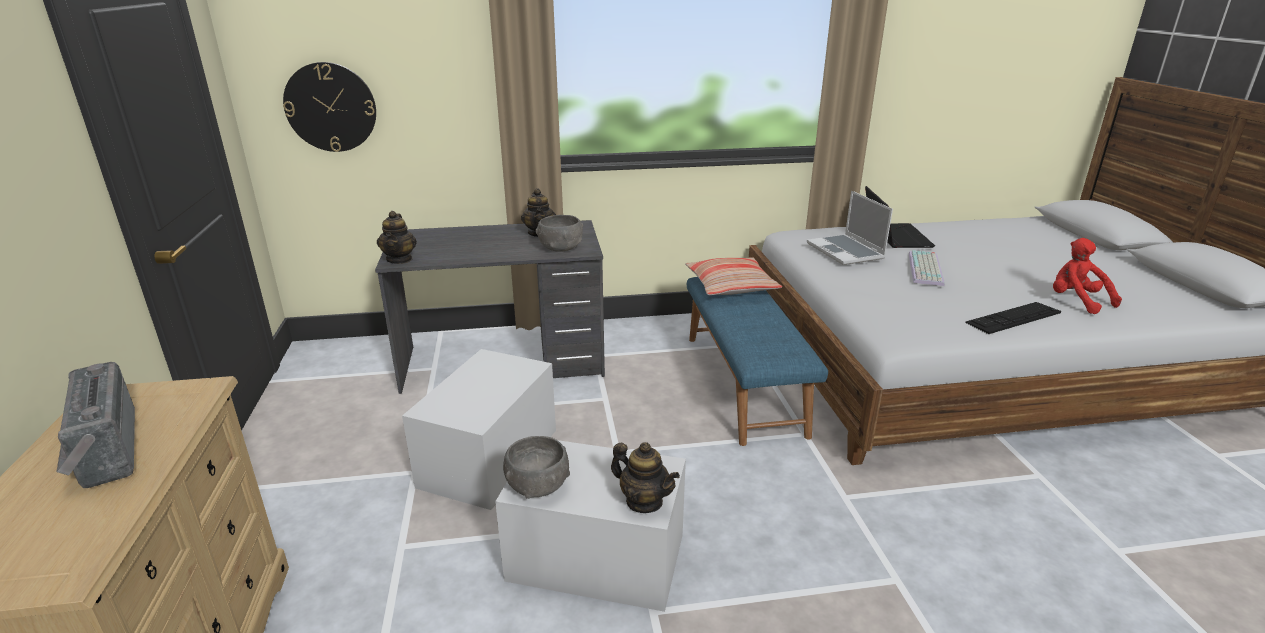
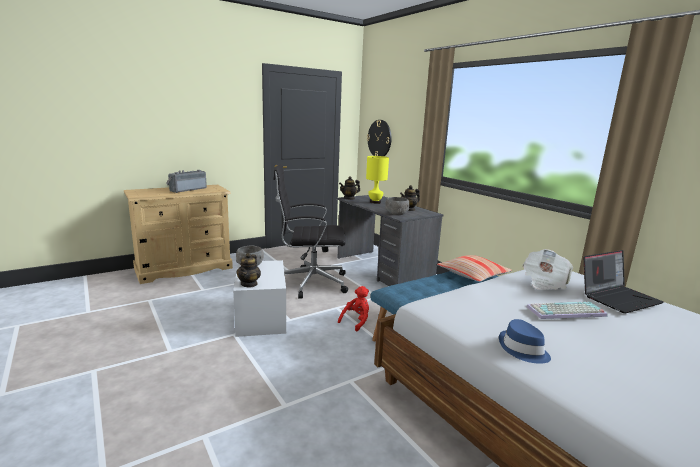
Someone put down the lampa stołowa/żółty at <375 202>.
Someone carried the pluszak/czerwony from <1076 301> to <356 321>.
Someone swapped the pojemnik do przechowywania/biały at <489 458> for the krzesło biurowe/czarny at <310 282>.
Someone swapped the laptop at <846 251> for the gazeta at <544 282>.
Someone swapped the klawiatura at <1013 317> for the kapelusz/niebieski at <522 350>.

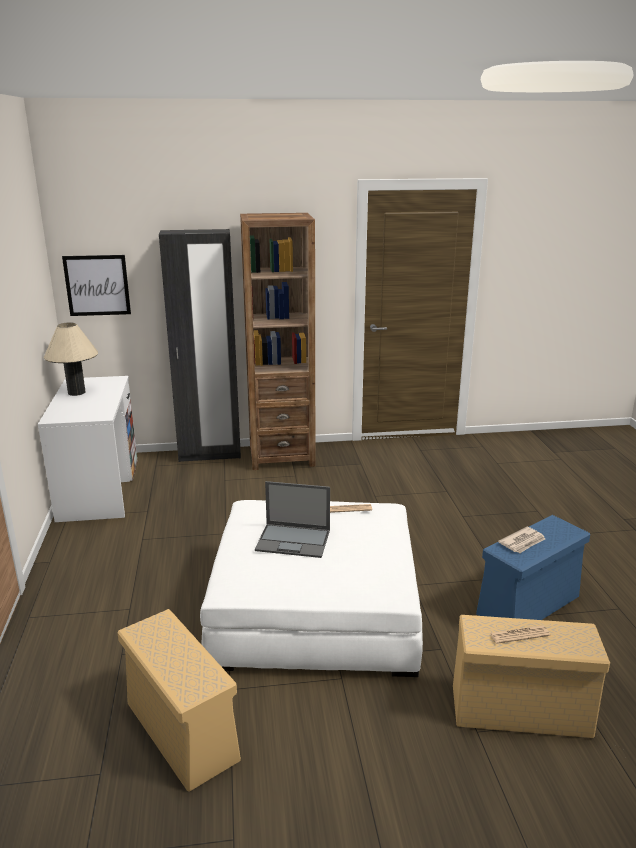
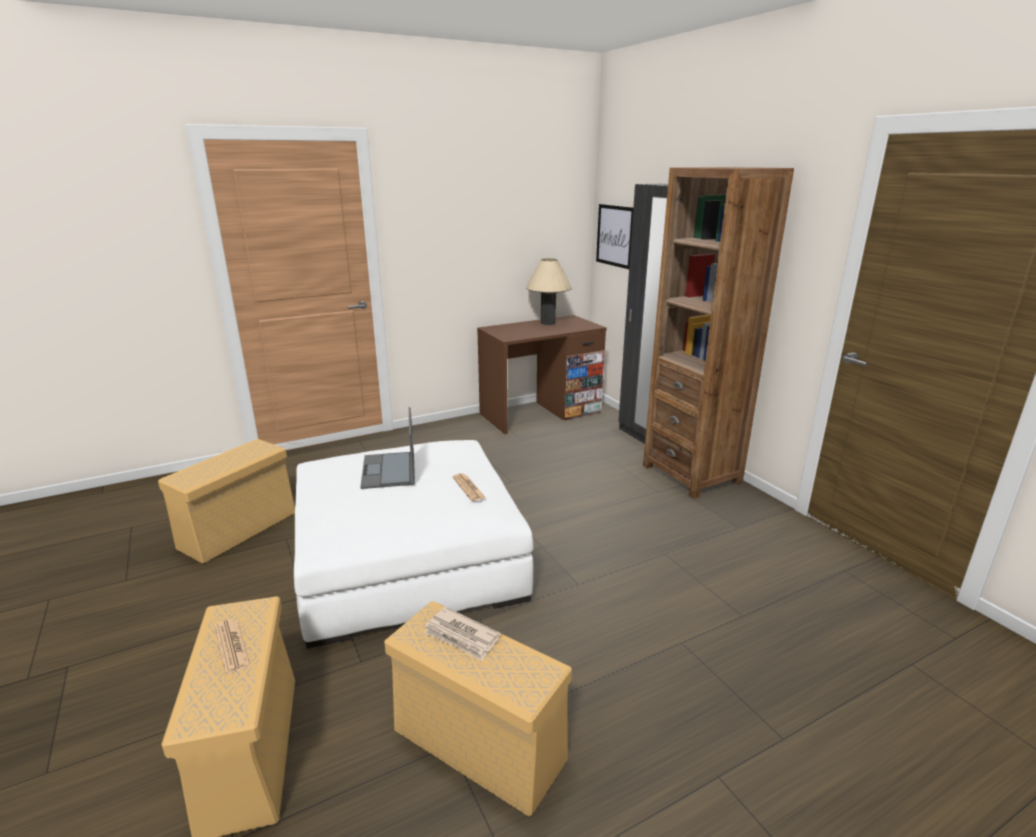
Someone repainted the biurko/biały at <99 489>, which became the biurko/brązowy at <540 413>.
Someone repainted the pojemnik do przechowywania/niebieski at <529 604>, which became the pojemnik do przechowywania/beżowy at <481 745>.

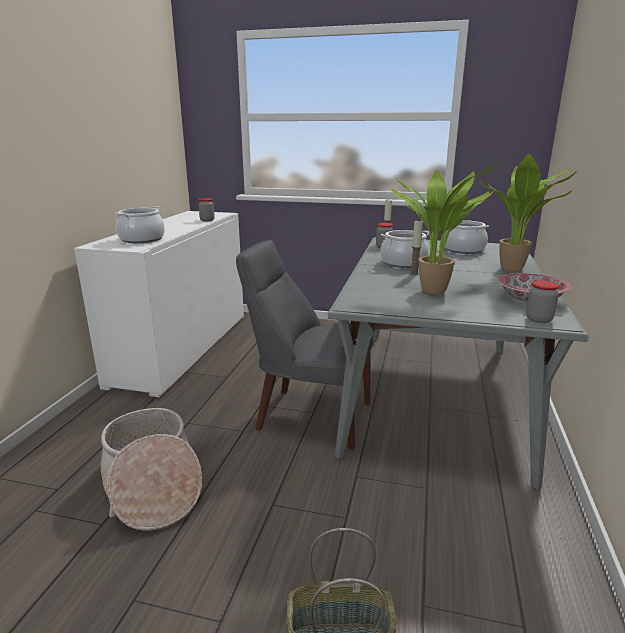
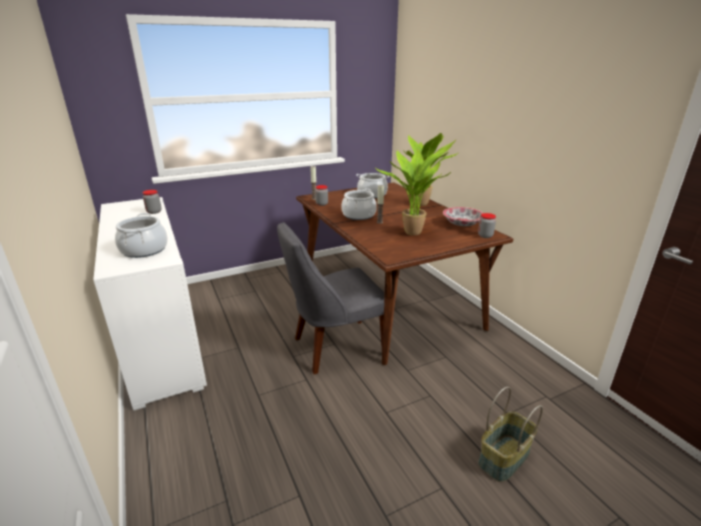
Someone took away the koszyk at <152 486>.
Someone repainted the stół jadalny/szary at <433 393>, which became the stół jadalny/brązowy at <386 298>.

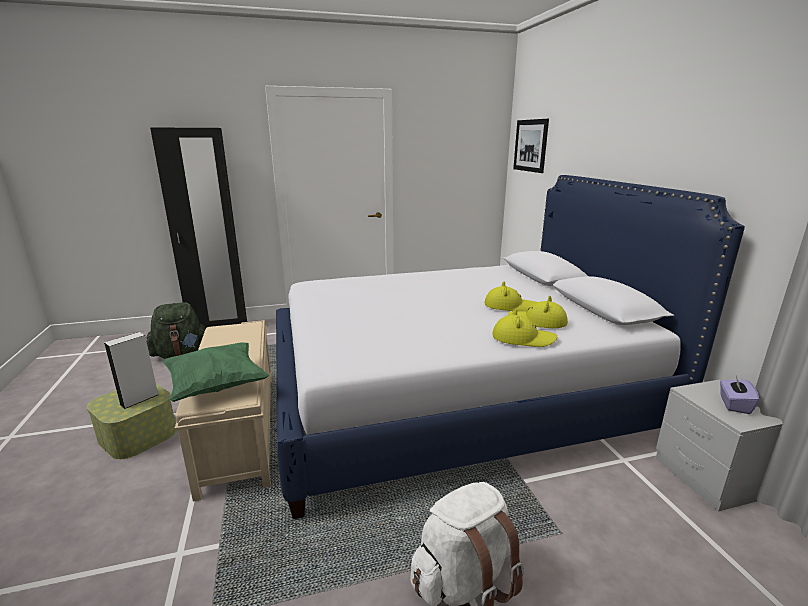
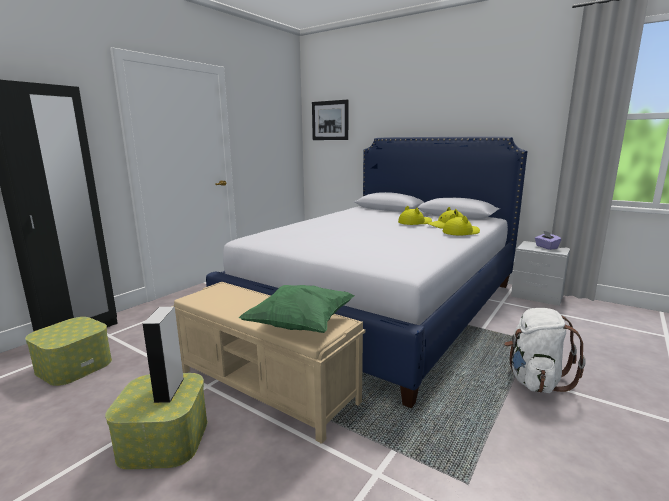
Someone swapped the plecak/zielony at <182 354> for the pojemnik do przechowywania at <74 366>.

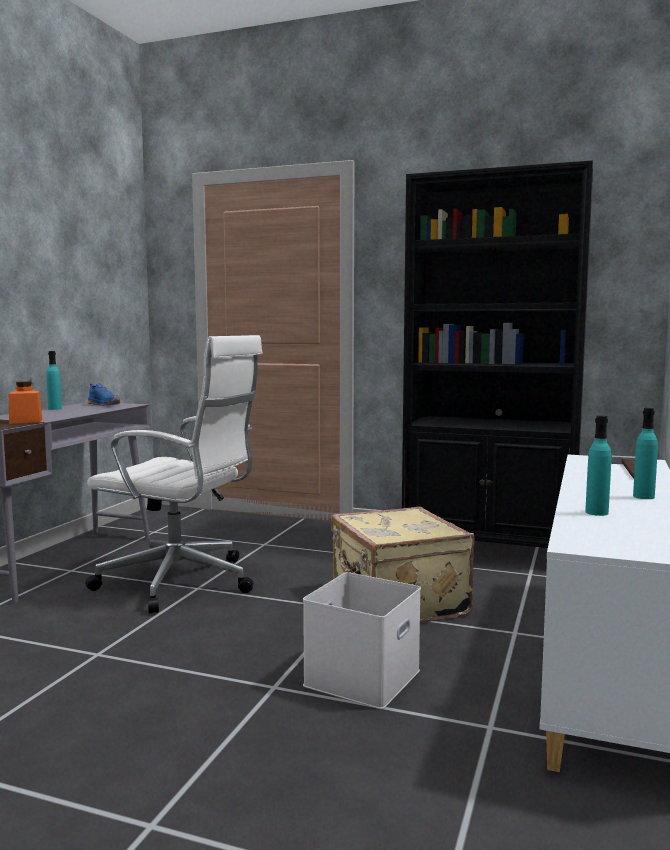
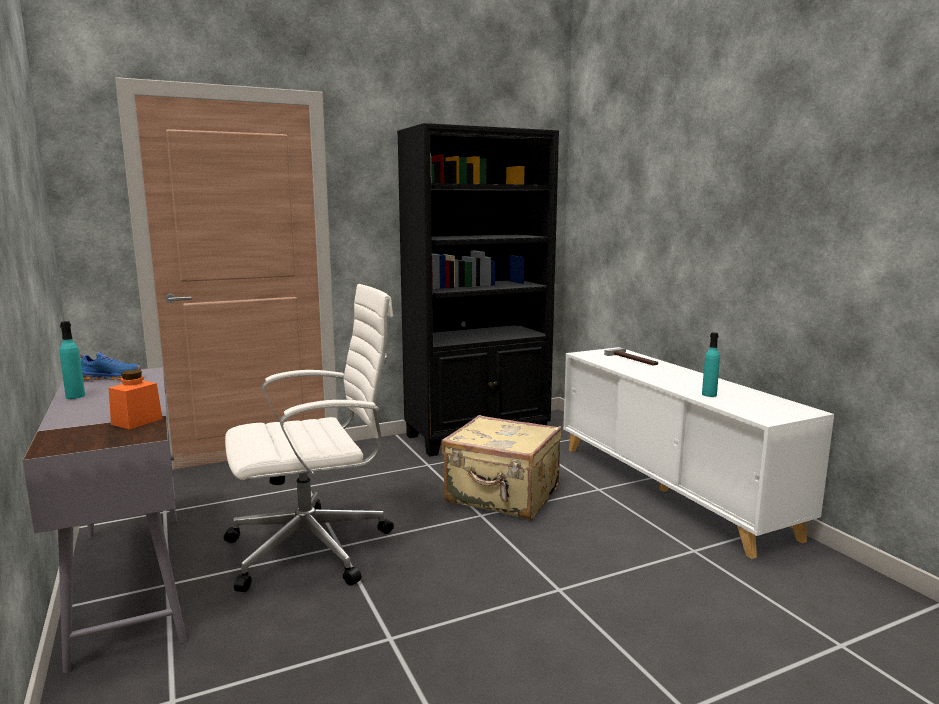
Someone took away the pojemnik do przechowywania/biały at <363 679>.
Someone took away the butelka/turkusowy at <643 496>.

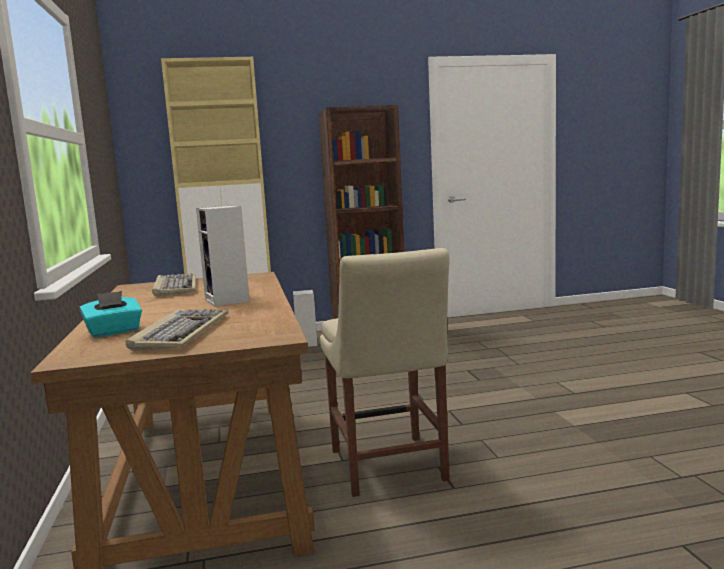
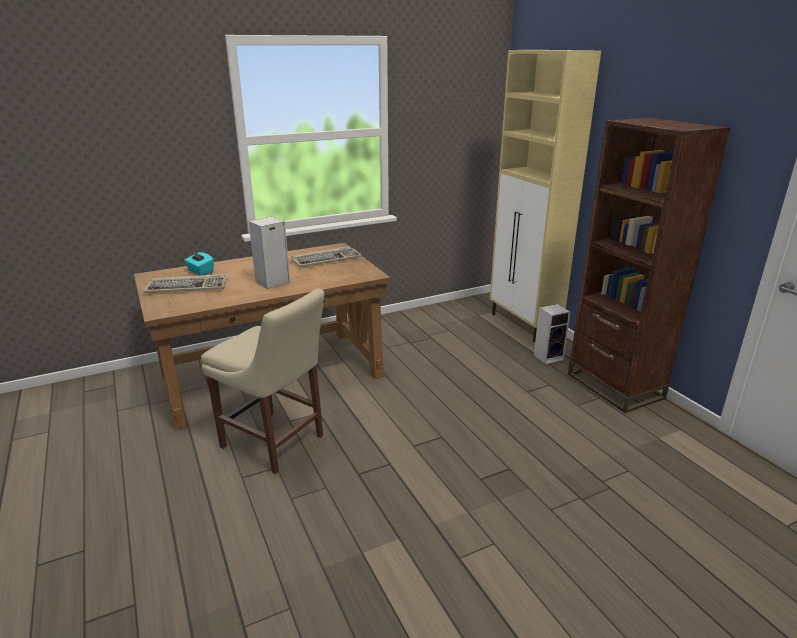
Someone rotated the krzesło/beżowy at <388 468> by 120 degrees counterclockwise.

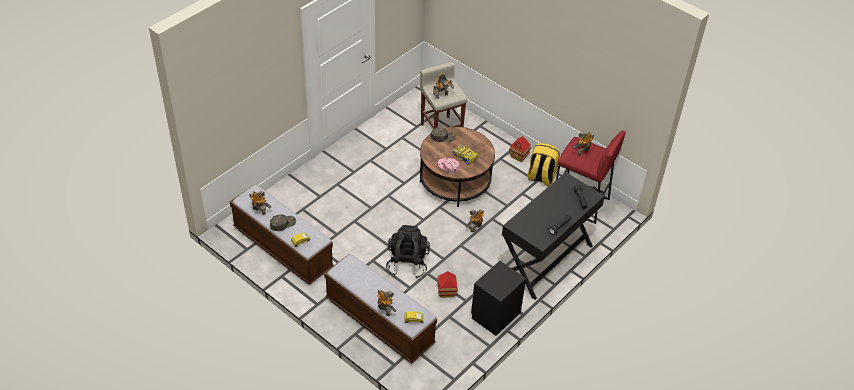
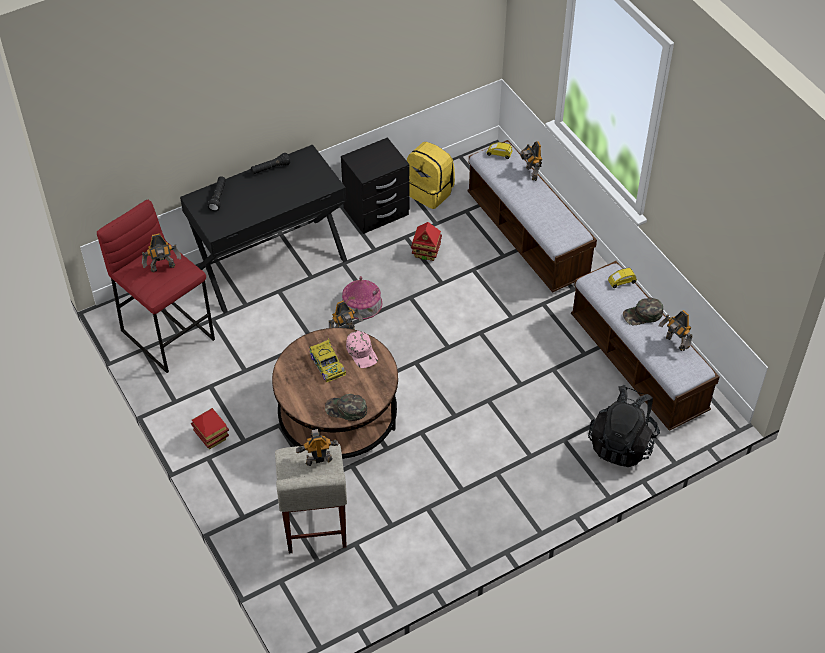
Someone put down the domek at <361 303>.
Someone carried the plecak/czarny from <407 263> to <622 443>.
Someone carried the plecak/żółty from <541 177> to <430 192>.

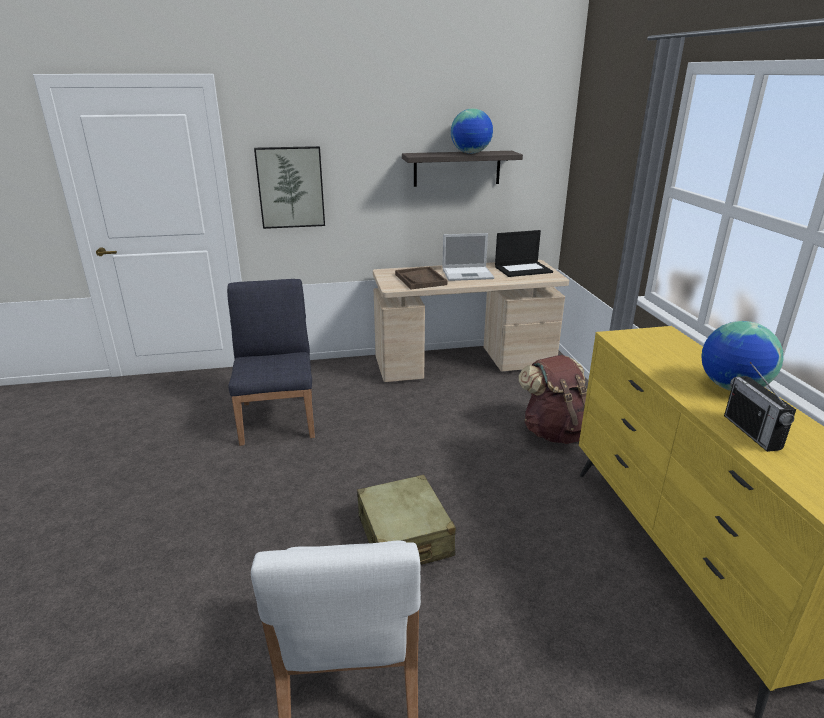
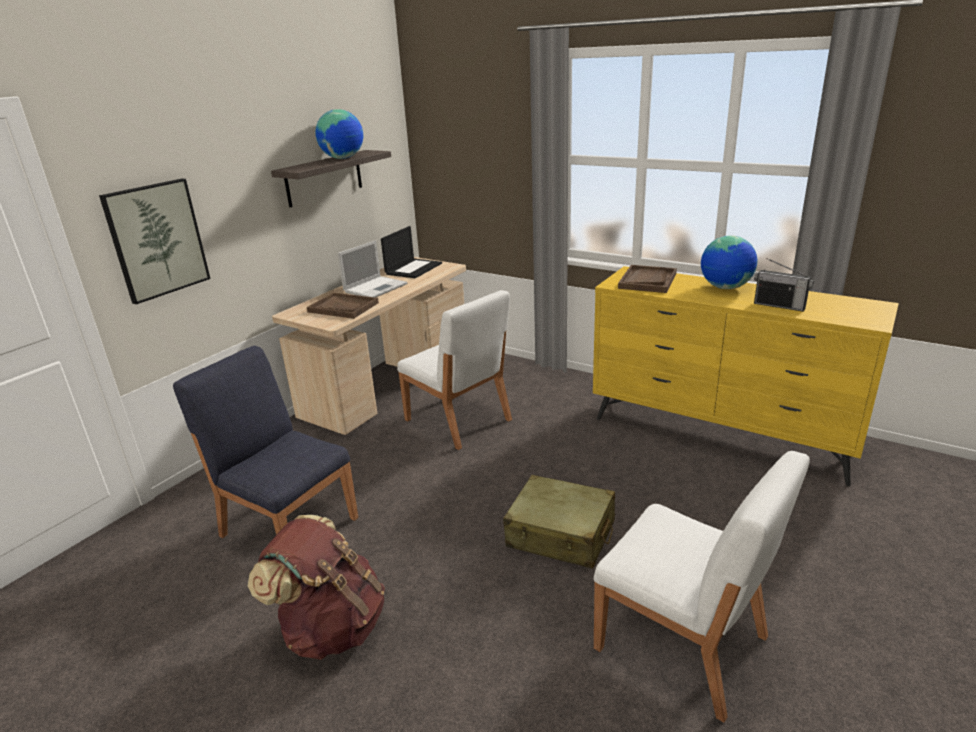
Someone put down the krzesło/biały at <458 421>.
Someone put down the taca/brązowy at <647 281>.
Someone carried the plecak/brązowy from <555 432> to <331 627>.

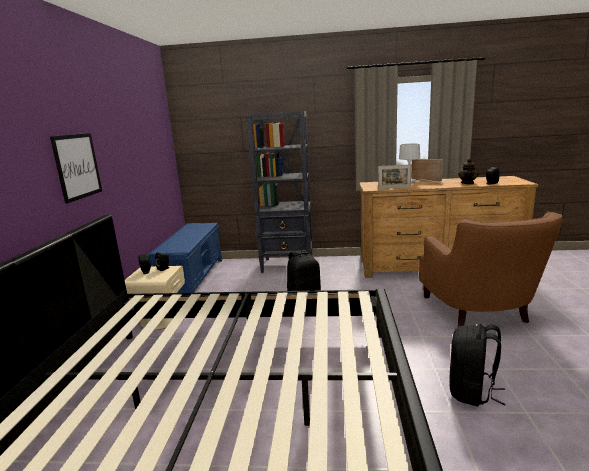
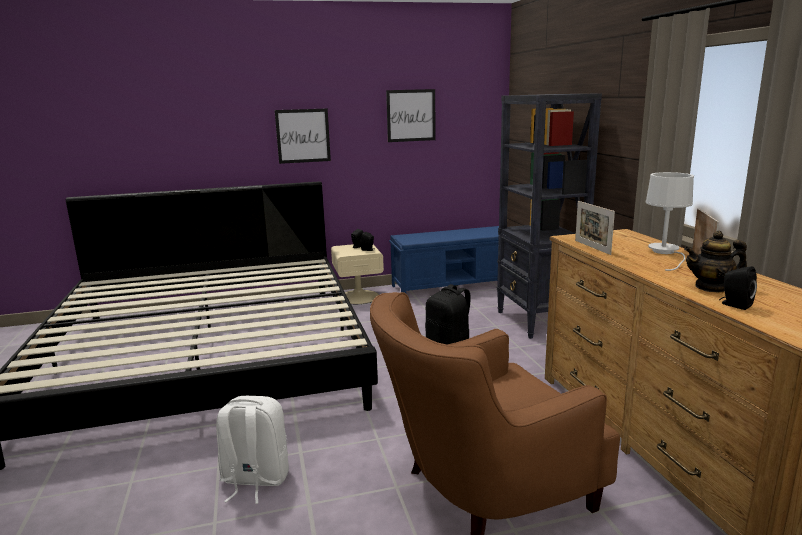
Someone put up the obraz at <411 115>.
Someone repainted the plecak/czarny at <472 392>, which became the plecak/biały at <254 480>.

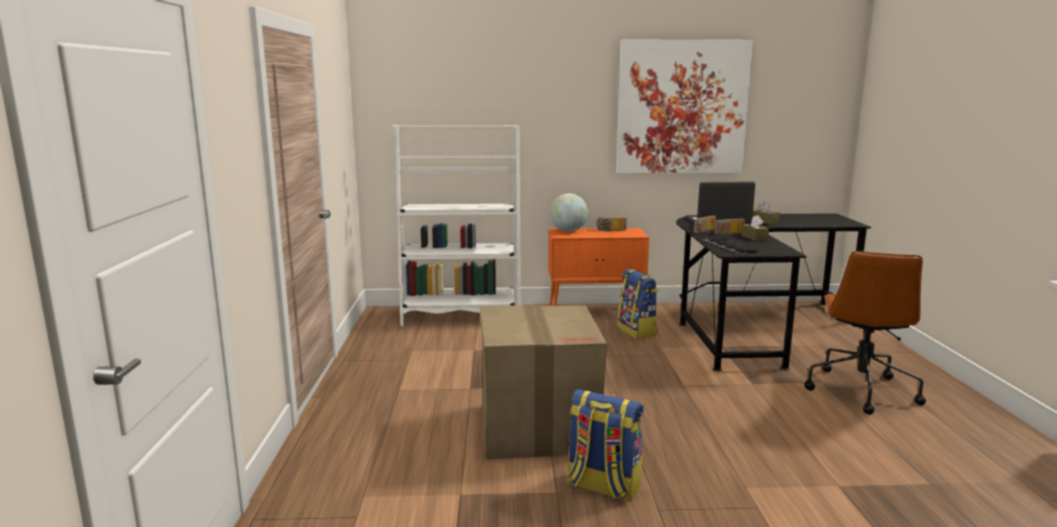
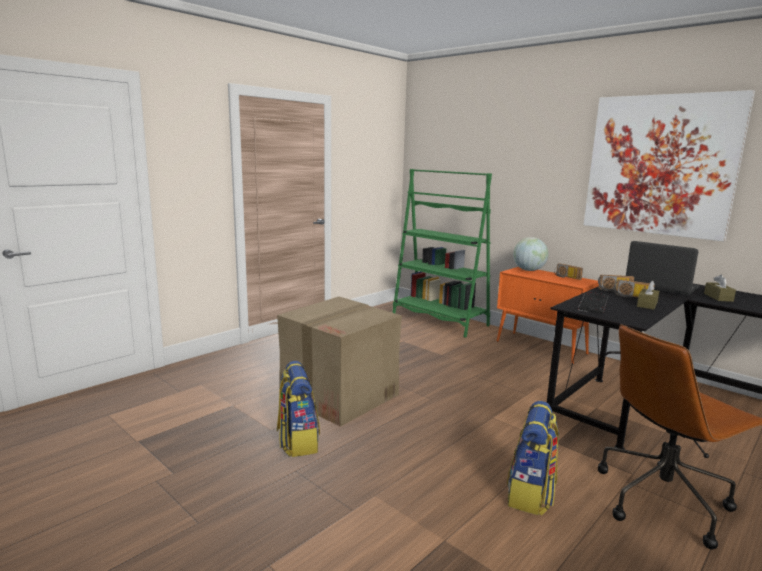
Someone carried the plecak from <637 331> to <531 495>.
Someone repainted the regał/biały at <461 316>, which became the regał/zielony at <439 320>.

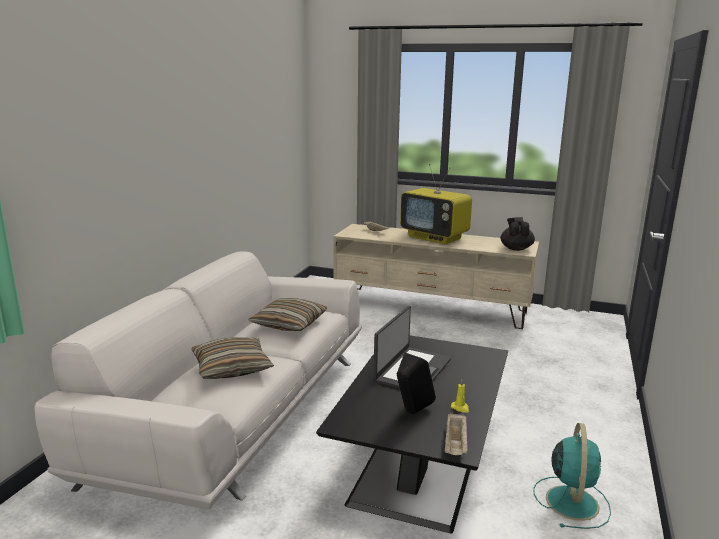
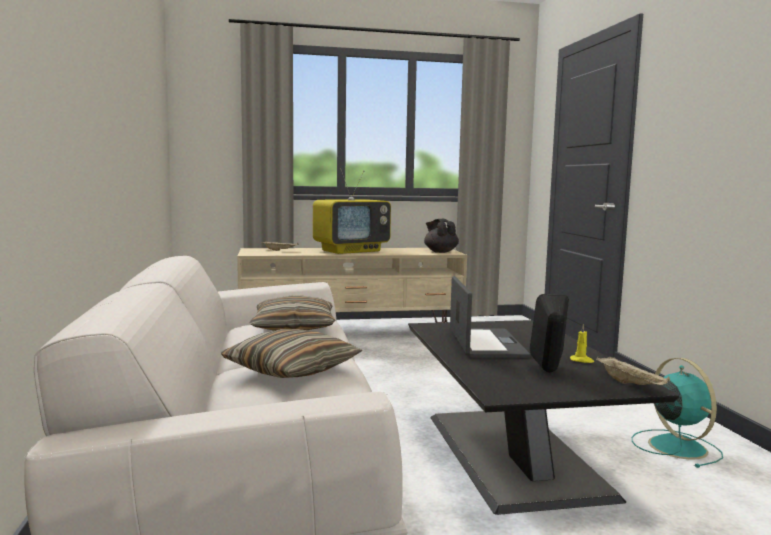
Someone rotated the telewizor at <435 237> by 45 degrees counterclockwise.

